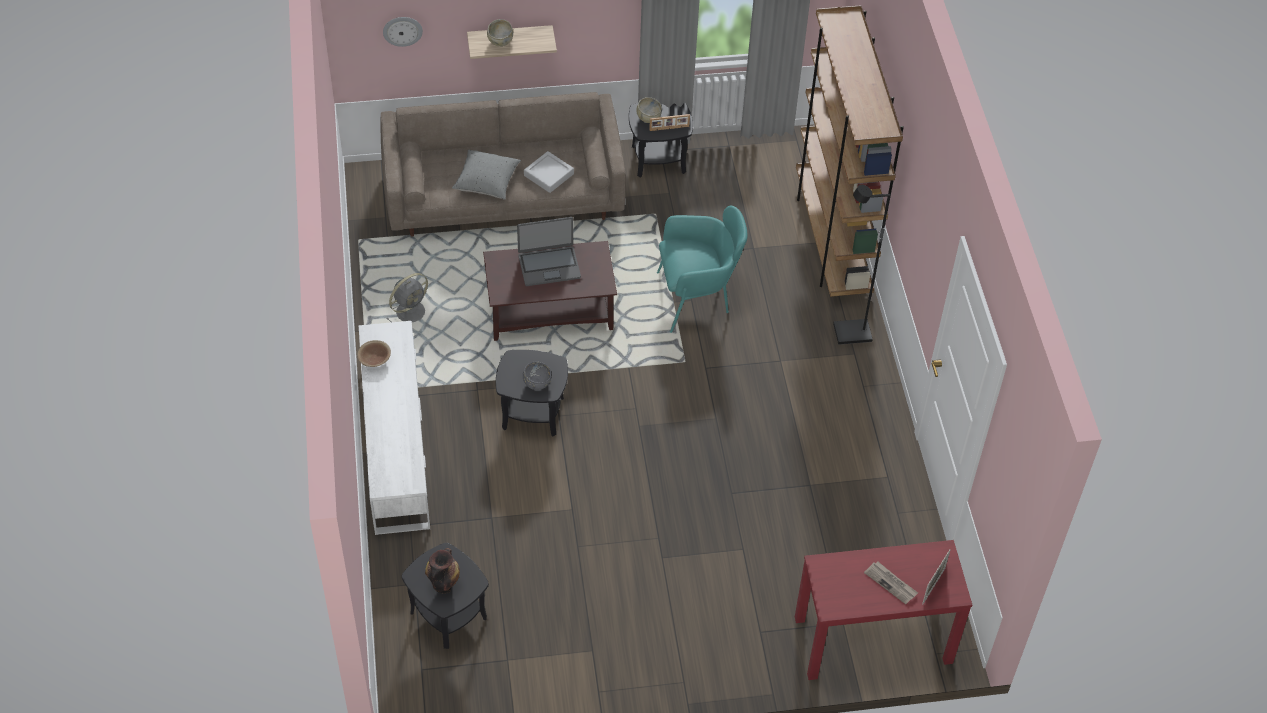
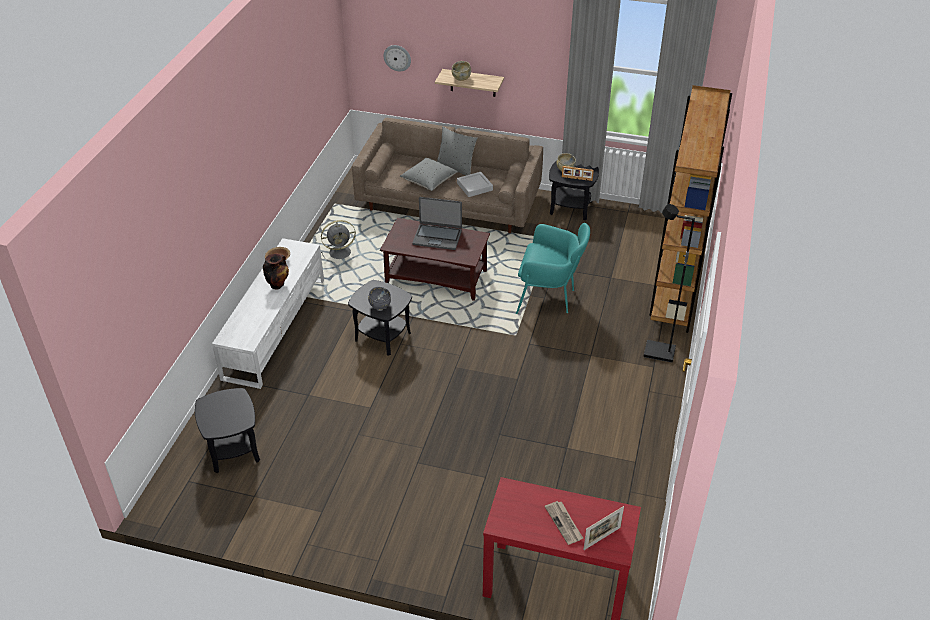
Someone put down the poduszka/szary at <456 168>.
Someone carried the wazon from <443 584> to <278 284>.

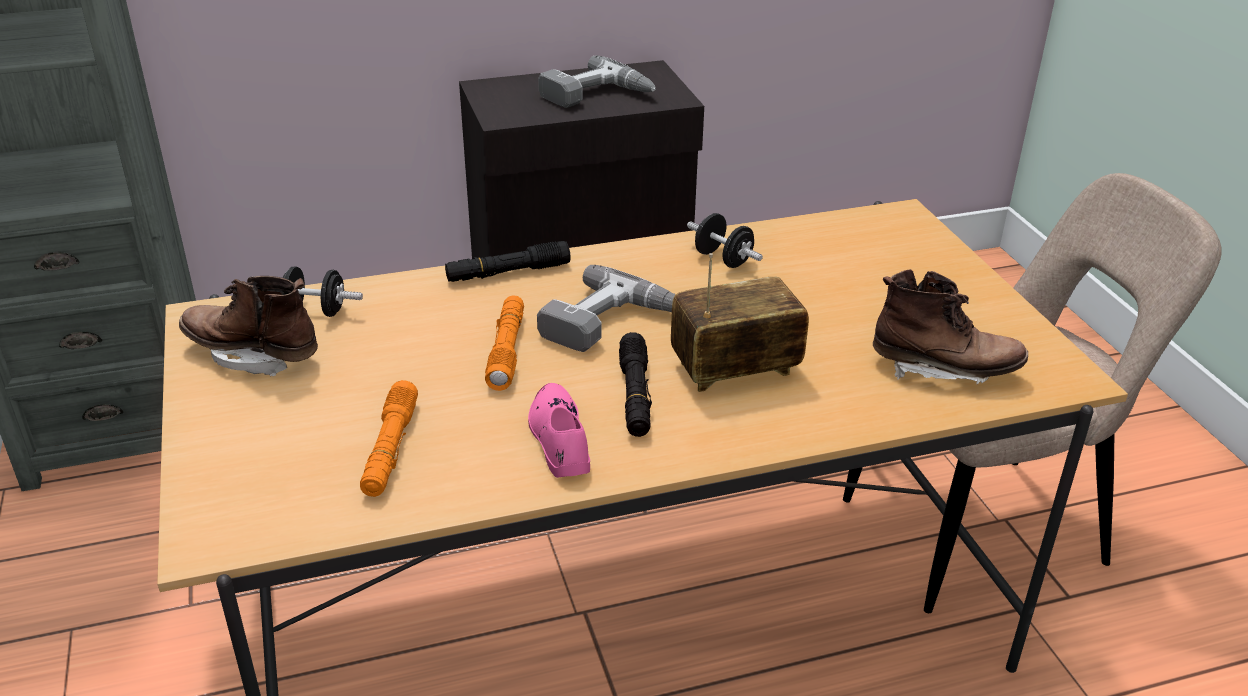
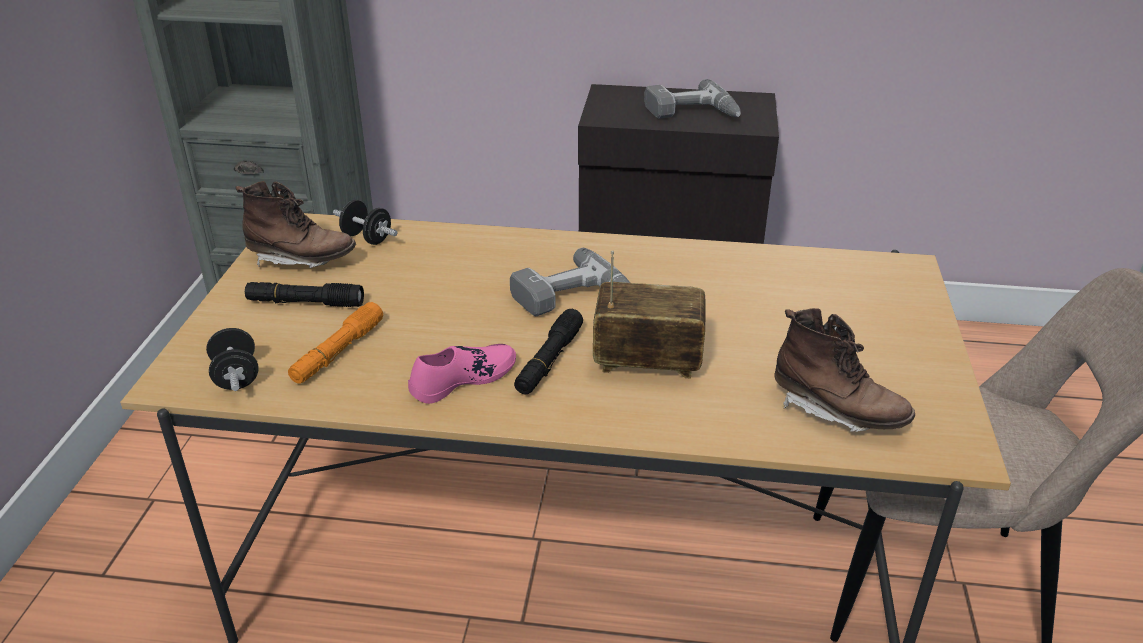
Someone took away the latarka/pomarańczowy at <507 351>.
Someone carried the latarka/czarny from <508 272> to <305 303>.
Someone carried the hantel/czarny from <723 259> to <236 377>.
Someone rotated the but z cholewką/brązowy at <253 355> by 150 degrees clockwise.
Someone rotated the but/różowy at <559 439> by 45 degrees clockwise.

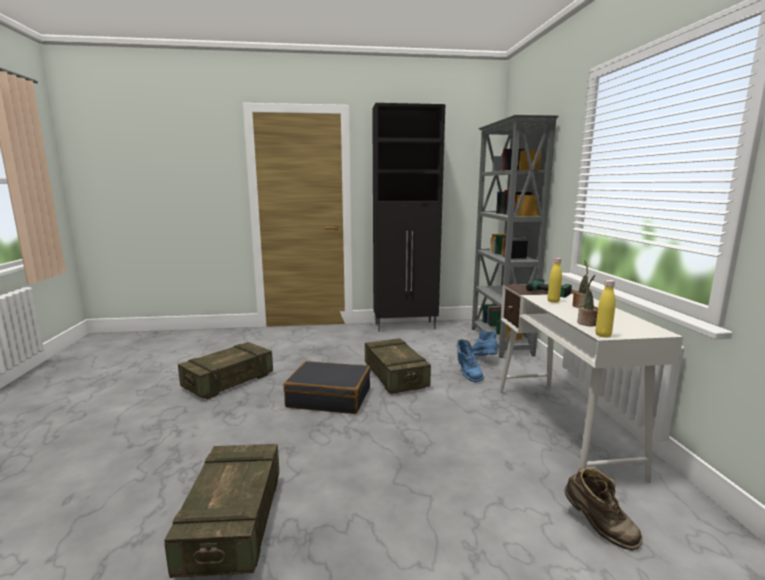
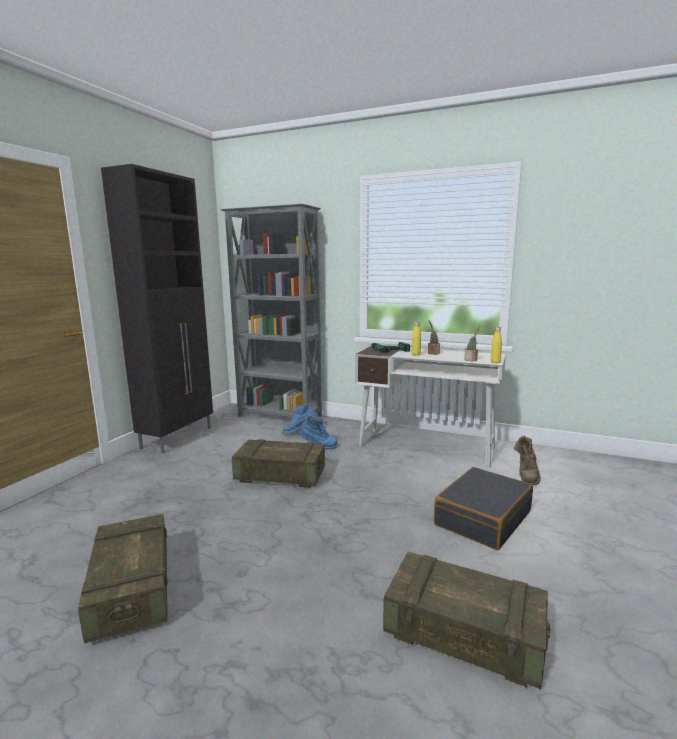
Someone carried the walizka/czarny from <329 398> to <482 518>.
Someone rotated the but z cholewką/brązowy at <598 528> by 120 degrees clockwise.

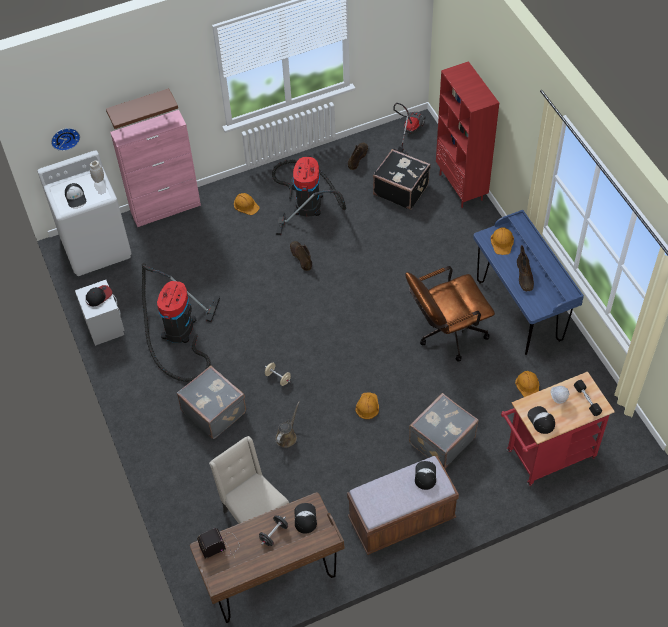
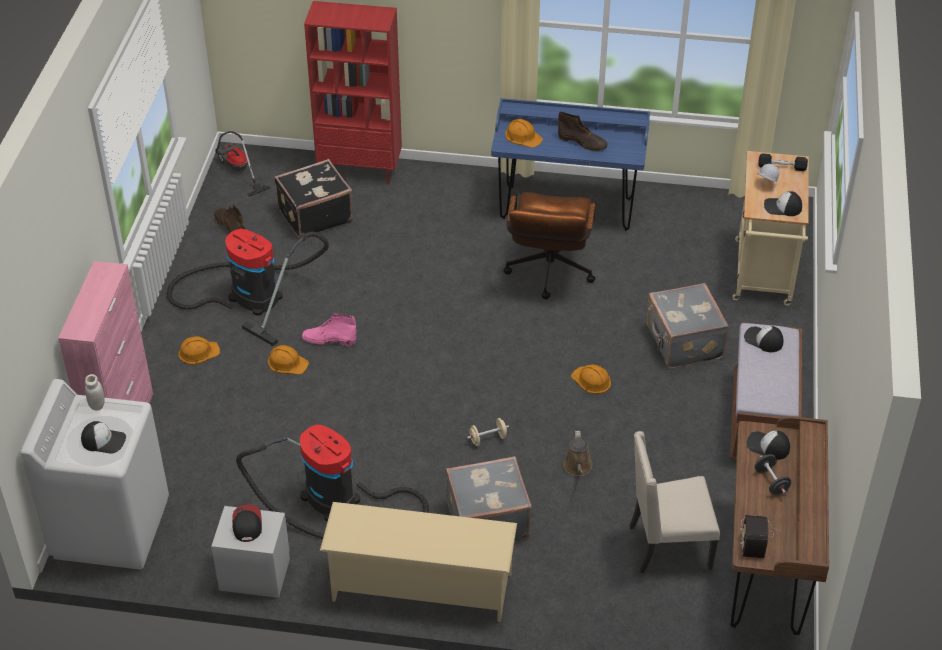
Someone took away the zegar ścienny at <64 137>.
Someone took away the półka/brązowy at <139 106>.
Someone put down the regał na buty/beżowy at <420 587>.
Someone carried the kask/pomarańczowy from <528 385> to <287 362>.
Someone repainted the but z cholewką/brązowy at <300 257>, which became the but z cholewką/różowy at <328 340>.
Someone repainted the wózek/czerwony at <546 457>, which became the wózek/beżowy at <763 277>.
Someone rotated the konewka/brązowy at <287 436> by 150 degrees counterclockwise.

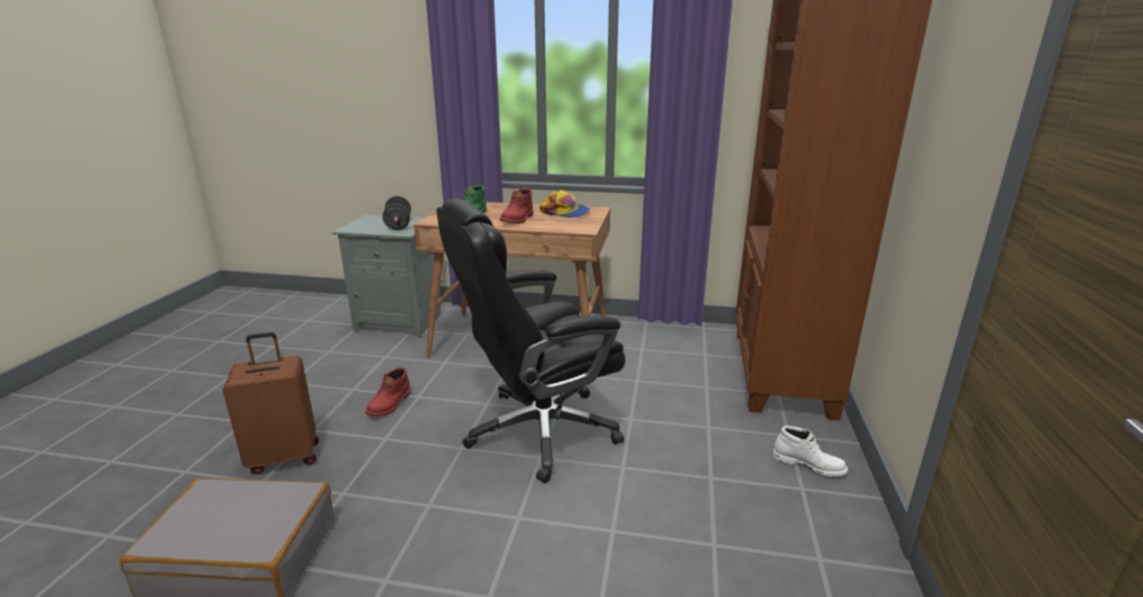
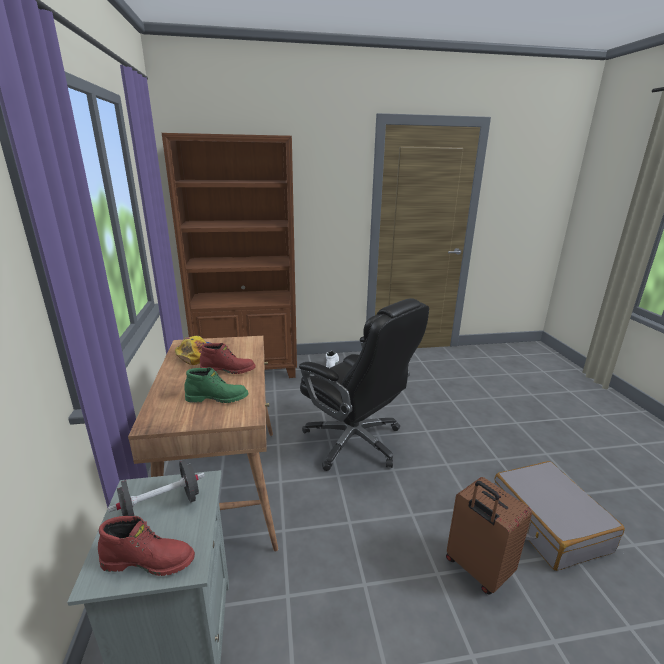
Someone carried the but z cholewką/czerwony from <390 405> to <149 560>.

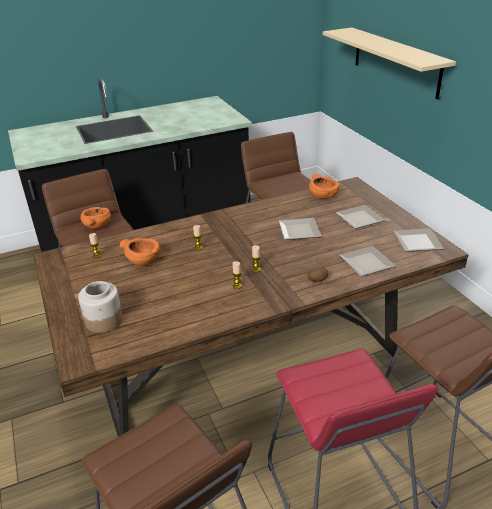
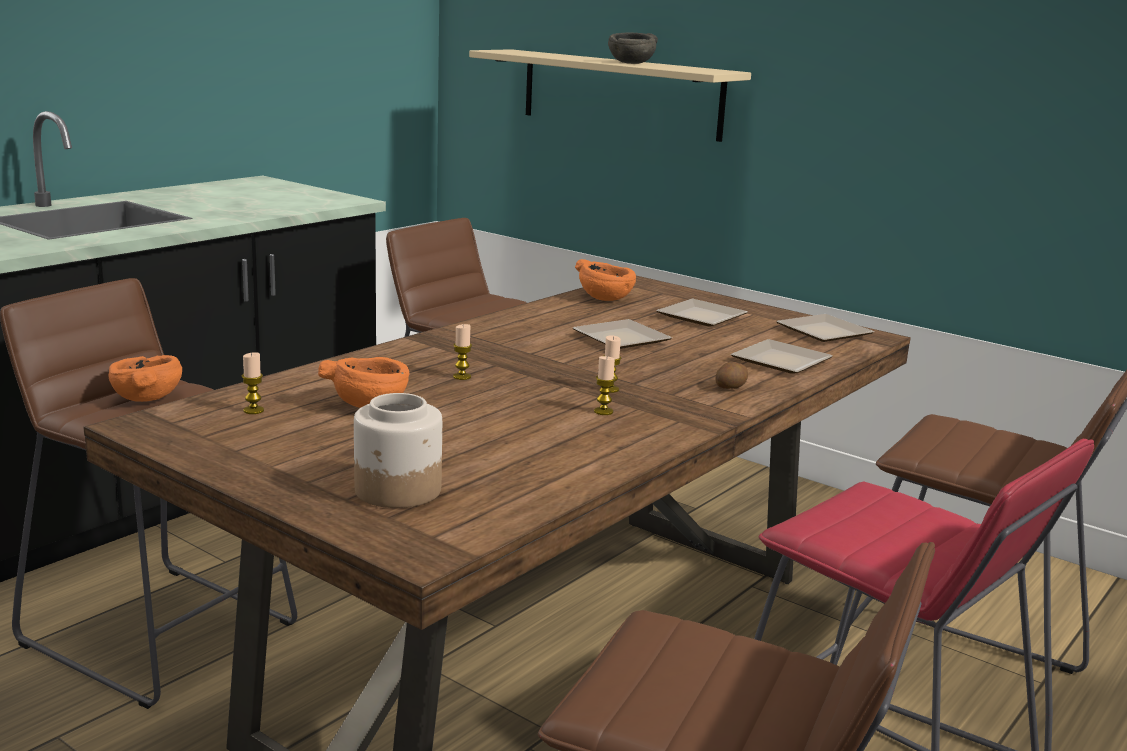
Someone put down the miska/szary at <632 63>.

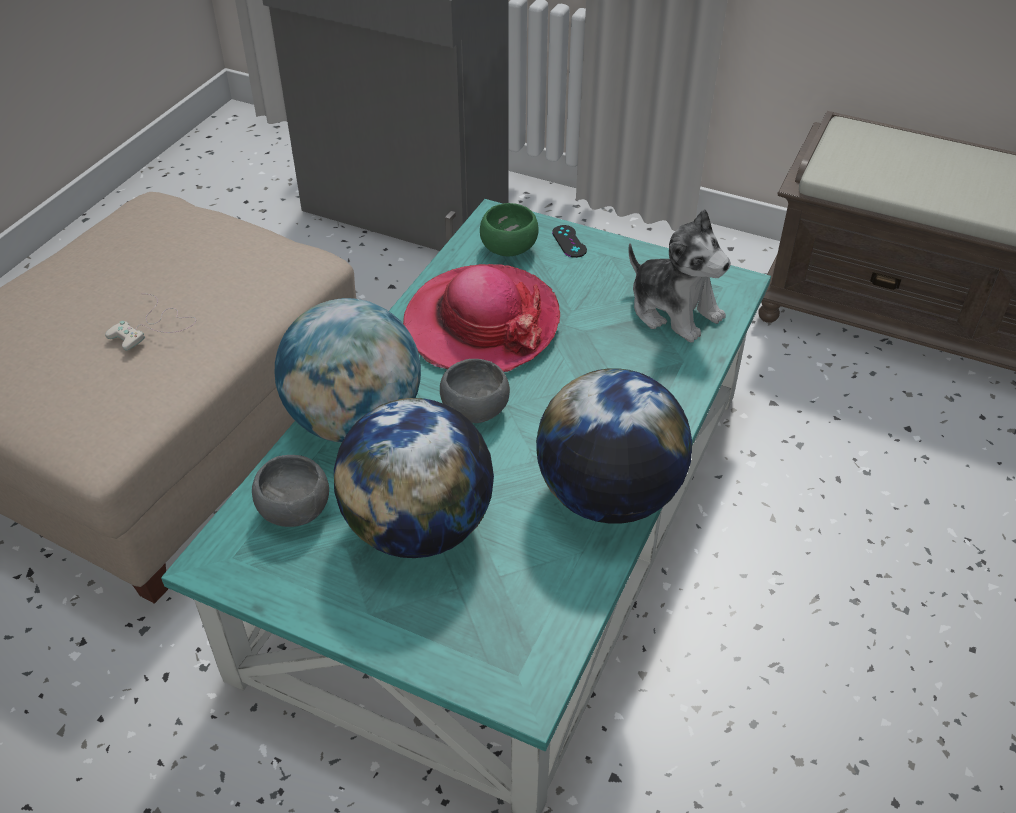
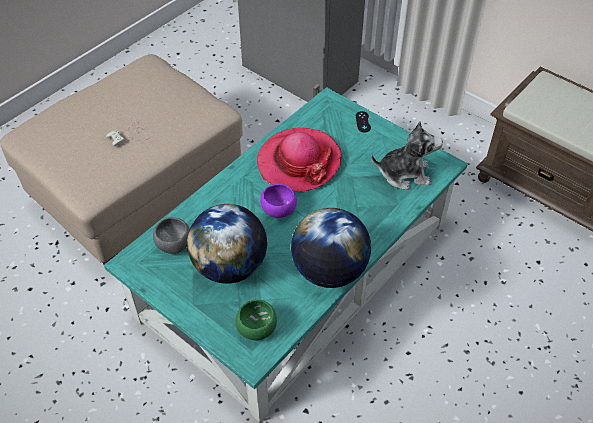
Someone took away the globus at <355 421>.
Someone carried the miska/zielony from <510 249> to <258 329>.
Someone repainted the miska/szary at <475 411>, which became the miska/fioletowy at <278 211>.
Someone rotated the pluszak at <674 310> by 60 degrees counterclockwise.

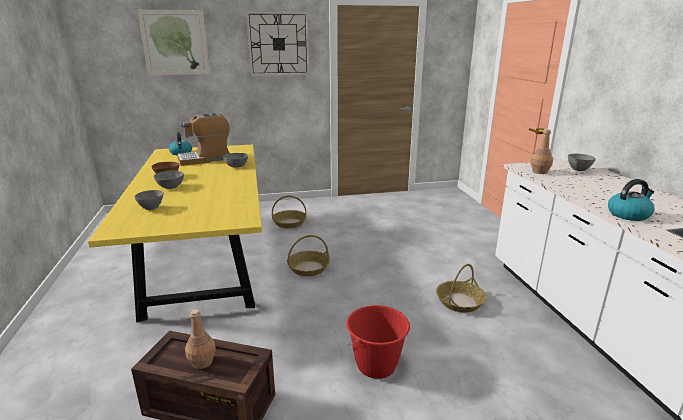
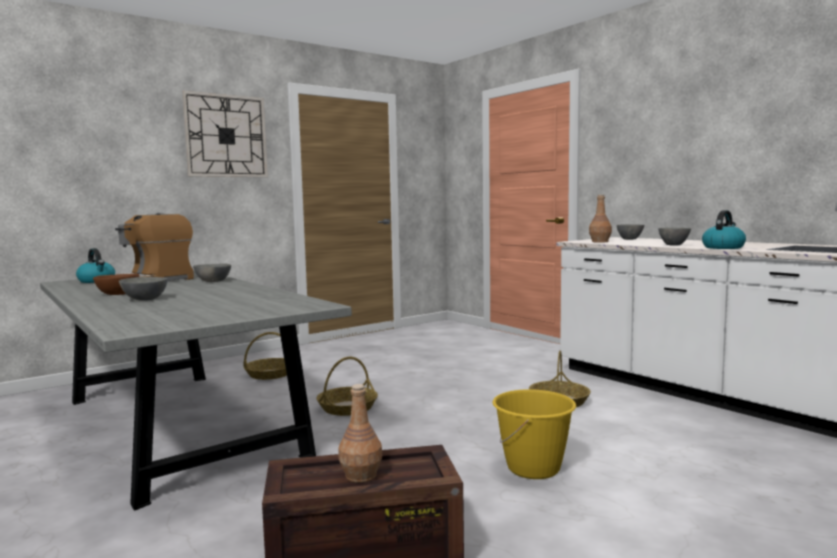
Someone took away the obraz at <175 43>.
Someone carried the miska/szary from <151 208> to <674 245>.
Someone repainted the stół jadalny/żółty at <205 258>, which became the stół jadalny/szary at <177 426>.
Someone repainted the wiadro/czerwony at <376 365>, which became the wiadro/żółty at <534 468>.

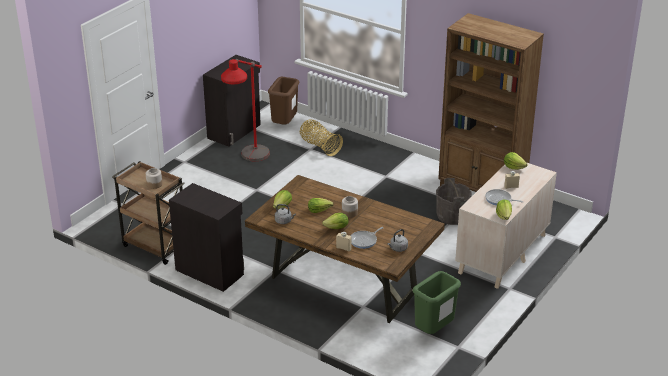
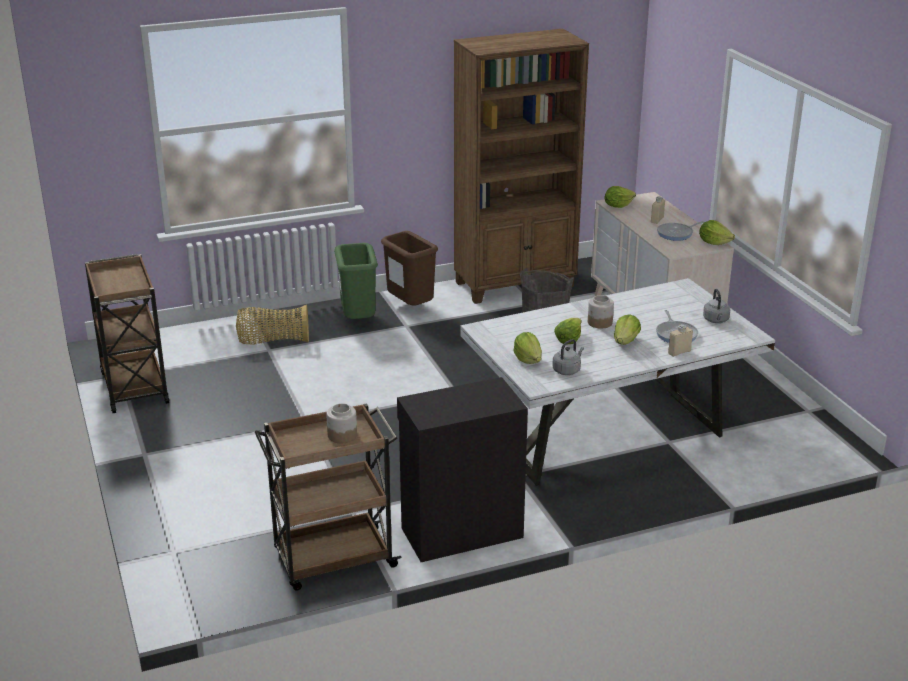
Someone took away the lampa stojąca/czerwony at <249 164>.
Someone carried the kosz na śmieci/brązowy from <284 125> to <409 308>.
Someone carried the kosz na śmieci/zielony from <434 331> to <359 321>.
Someone swapped the szafka/czarny at <235 131> for the wózek/brązowy at <134 386>.
Someone repainted the stół jadalny/brązowy at <345 285>, which became the stół jadalny/biały at <609 437>.

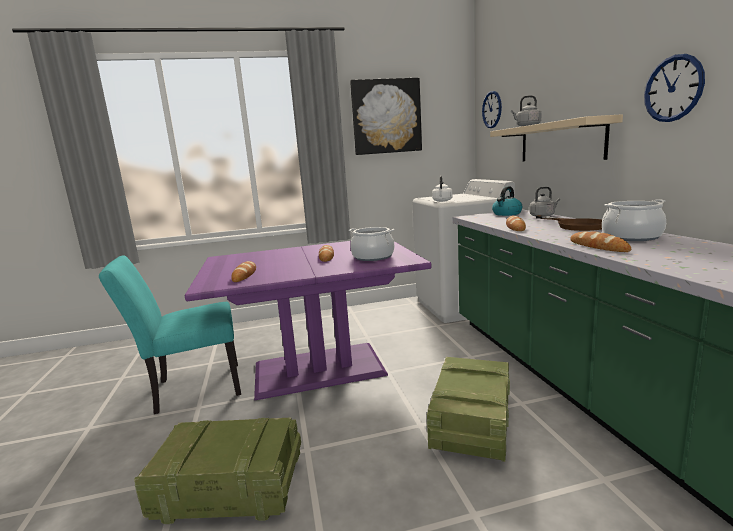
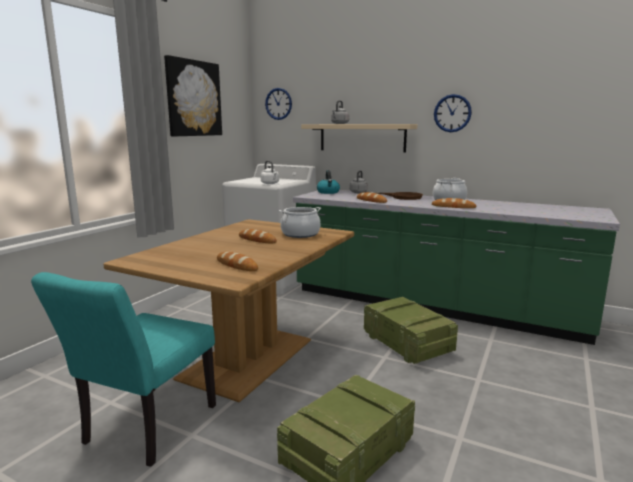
Someone repainted the stół jadalny/fioletowy at <319 370>, which became the stół jadalny/brązowy at <249 358>.

